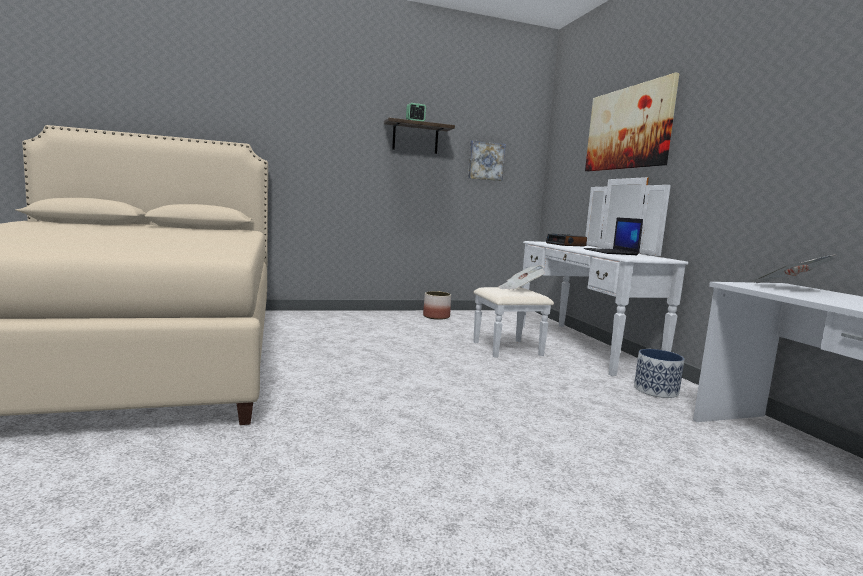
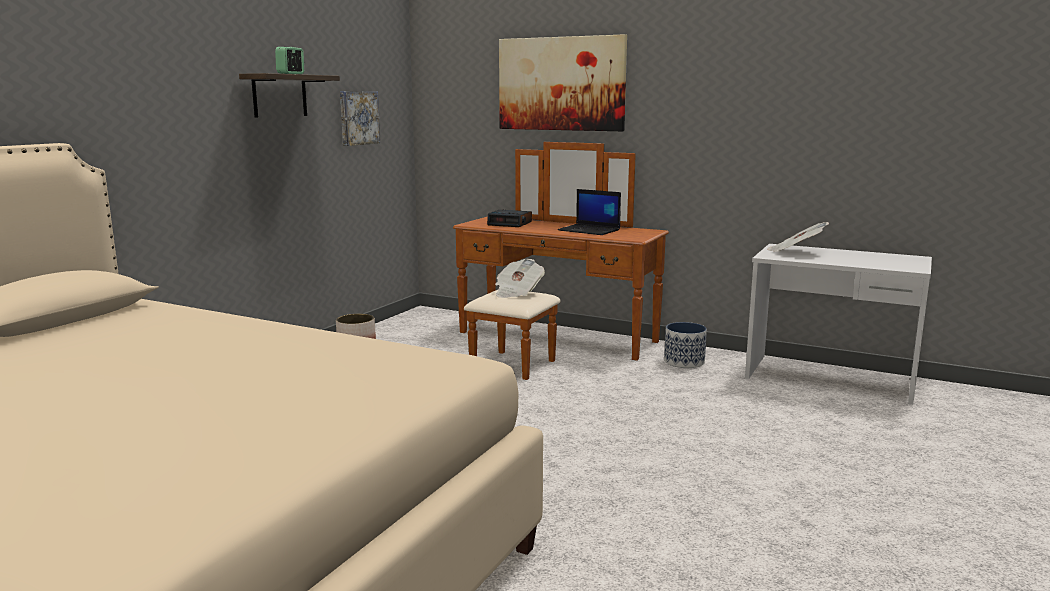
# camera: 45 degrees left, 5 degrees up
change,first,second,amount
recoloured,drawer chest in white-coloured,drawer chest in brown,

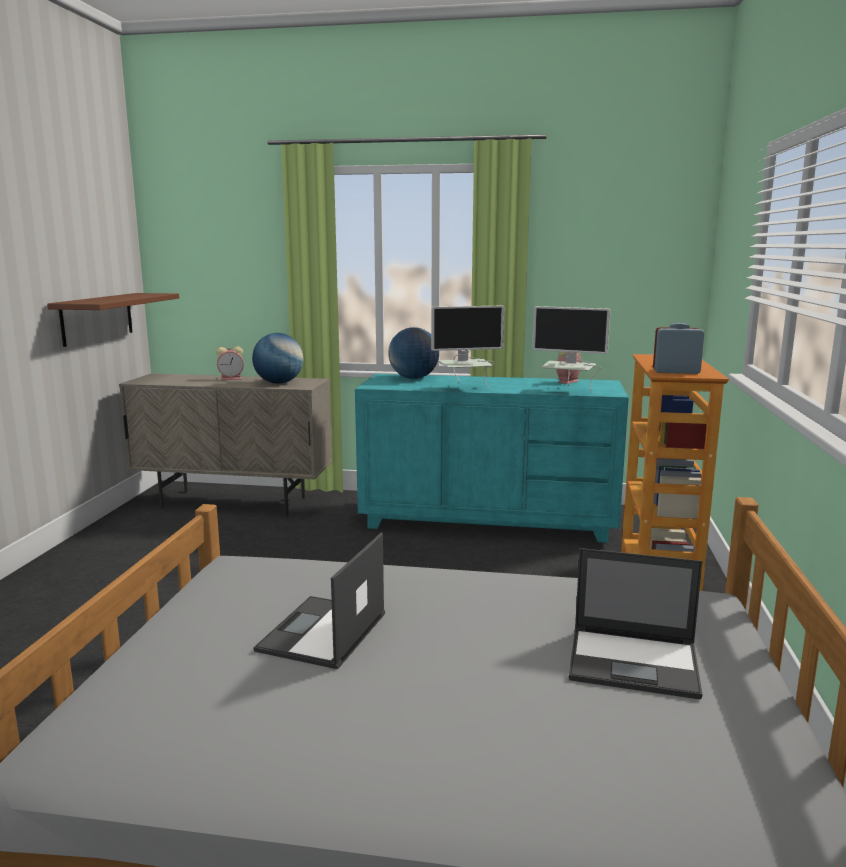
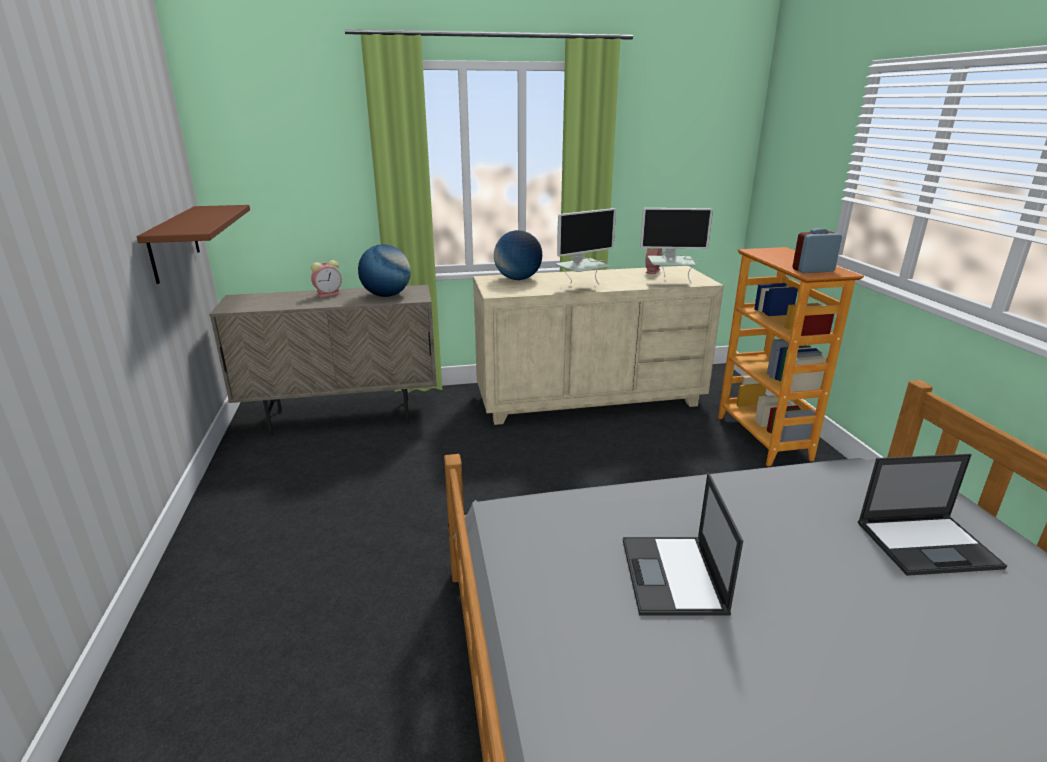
# camera: 20 degrees left, 10 degrees up
change,first,second,amount
recoloured,drawer chest in turquoise-coloured,drawer chest in sand-coloured,

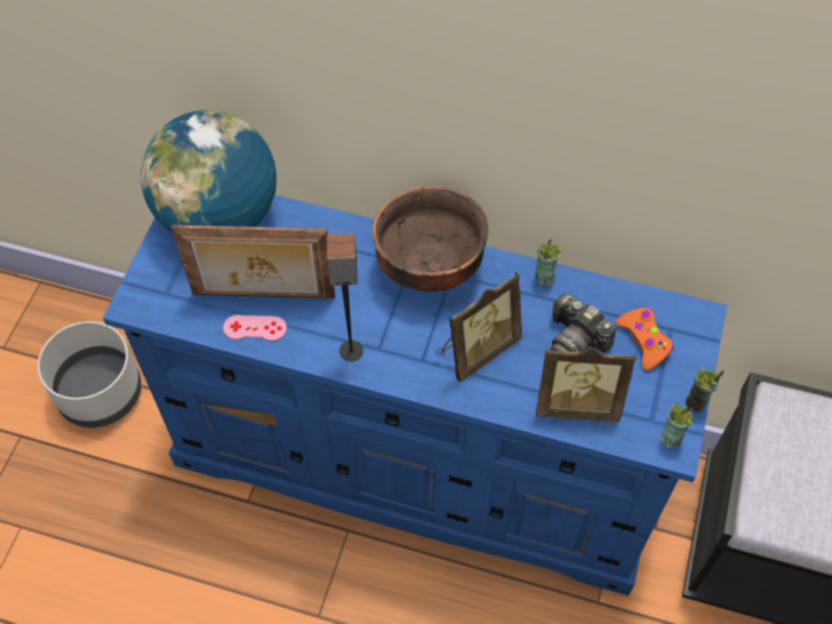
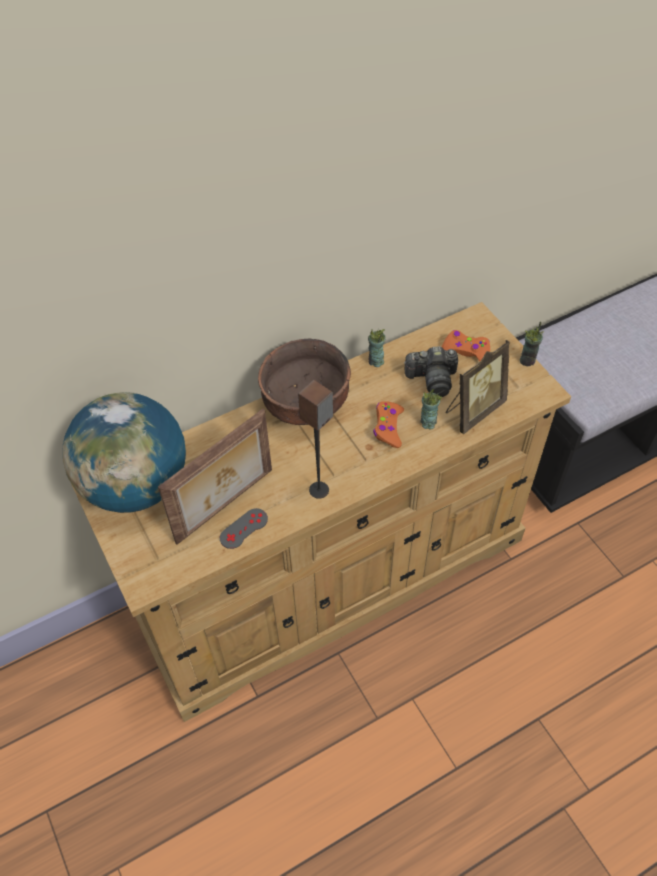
# camera: 45 degrees left, 5 degrees down
change,first,second,amount
recoloured,drawer chest in blue-coloured,drawer chest in sand-coloured,
replaced,picture frame (2nd from left),gamepad in orangey (1st from left),
recoloured,gamepad in pink,gamepad in grey,
removed,flower pot in grey,,
moved,small cup (2nd from left),,

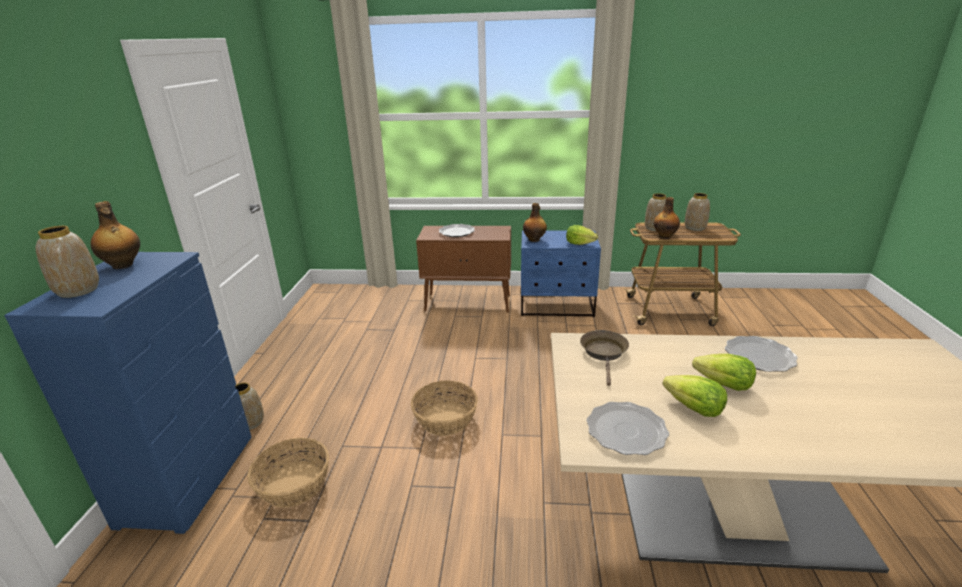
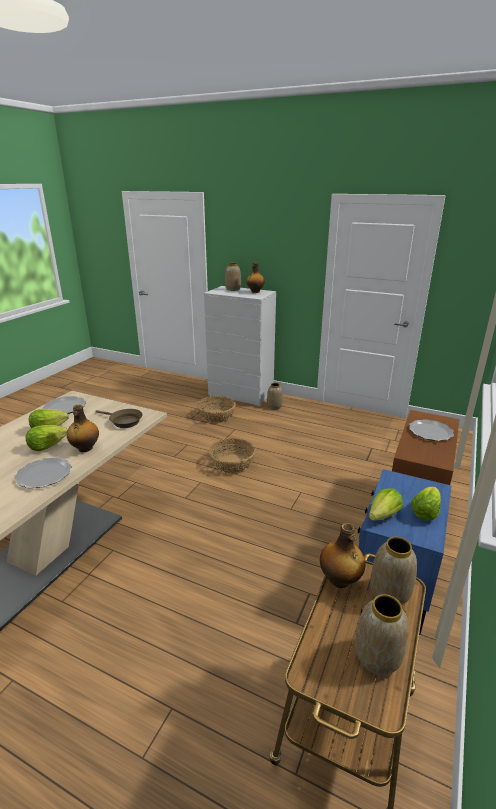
# camera: 110 degrees right, 0 degrees up
change,first,second,amount
moved,drink bottle (2nd from left in the first image),drink bottle (1st from left),
recoloured,drawer chest in blue-coloured,drawer chest in white-coloured,
added,,lettuce head (4th from left),

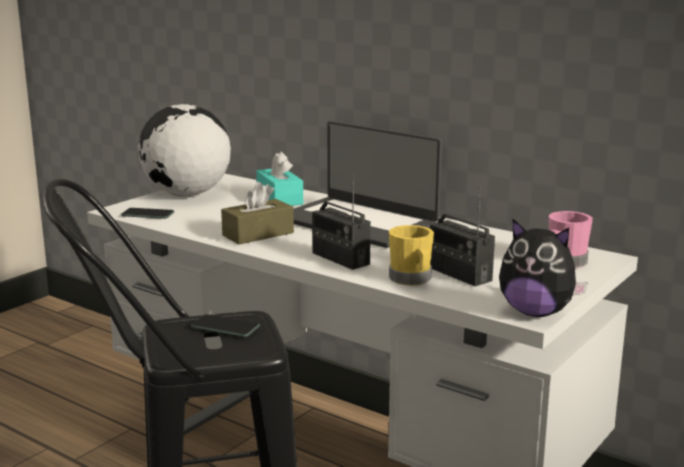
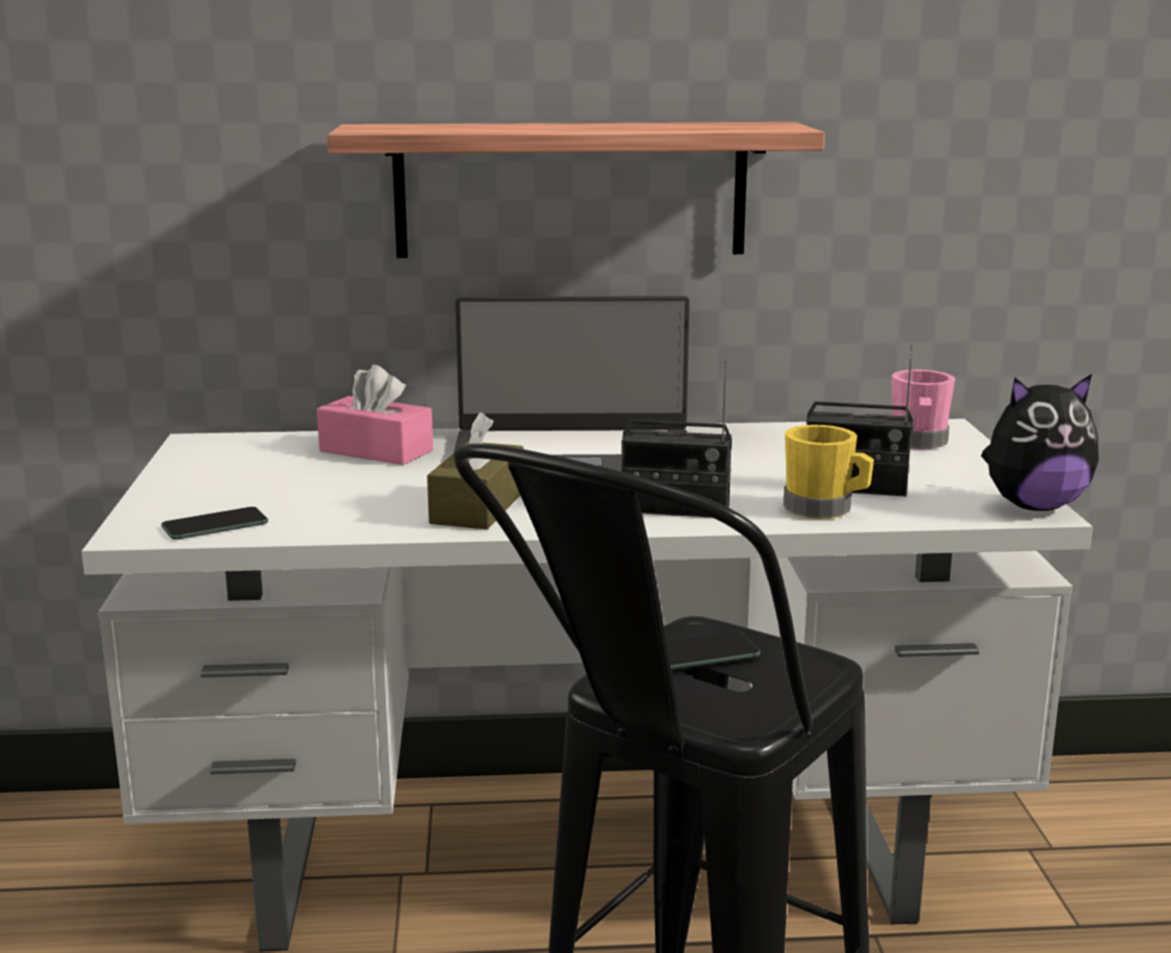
# camera: 40 degrees left, 0 degrees up
change,first,second,amount
removed,world globe,,
recoloured,box of tissues in turquoise-coloured,box of tissues in pink,
added,,bracket shelf,

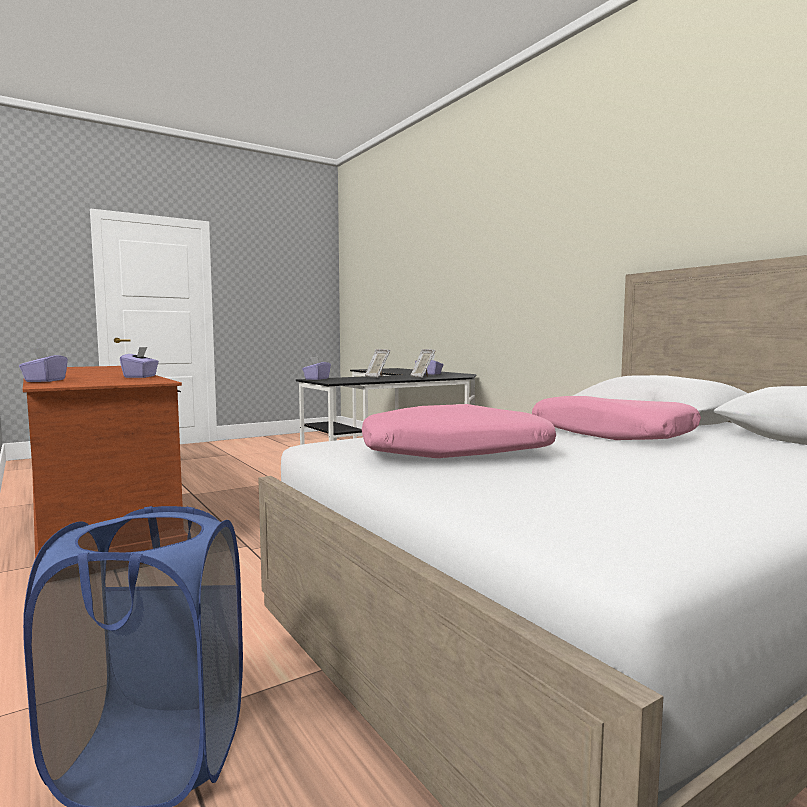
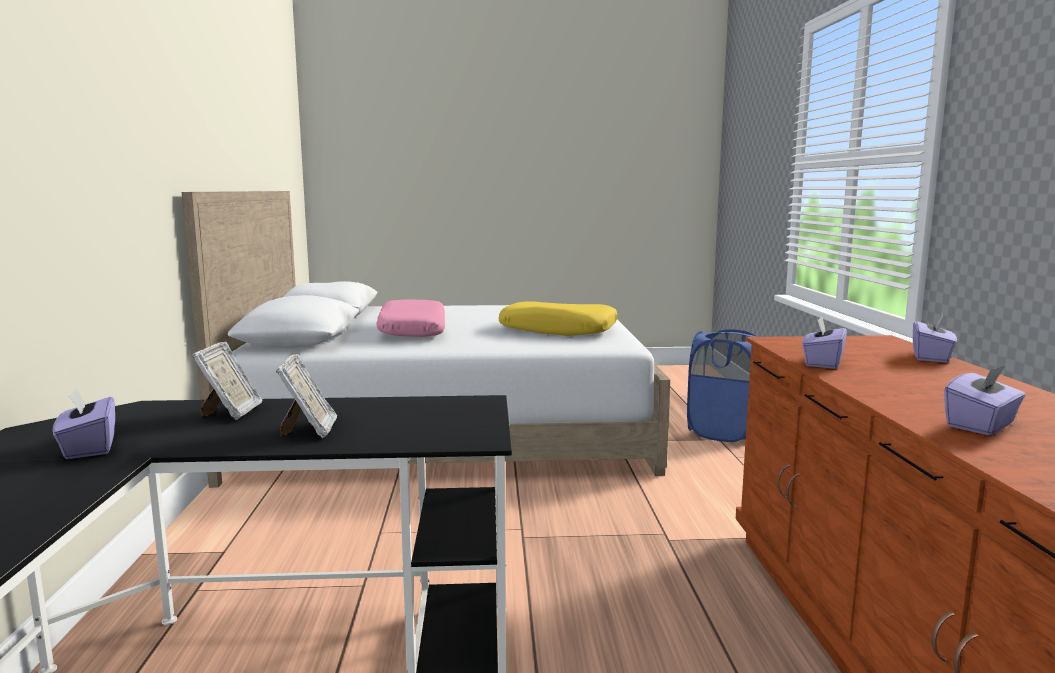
# camera: 150 degrees left, 5 degrees up
change,first,second,amount
moved,box of tissues in purple (3rd from left in the first image),box of tissues in purple (4th from left),
recoloured,pillow in pink (1st from left),pillow in yellowish,

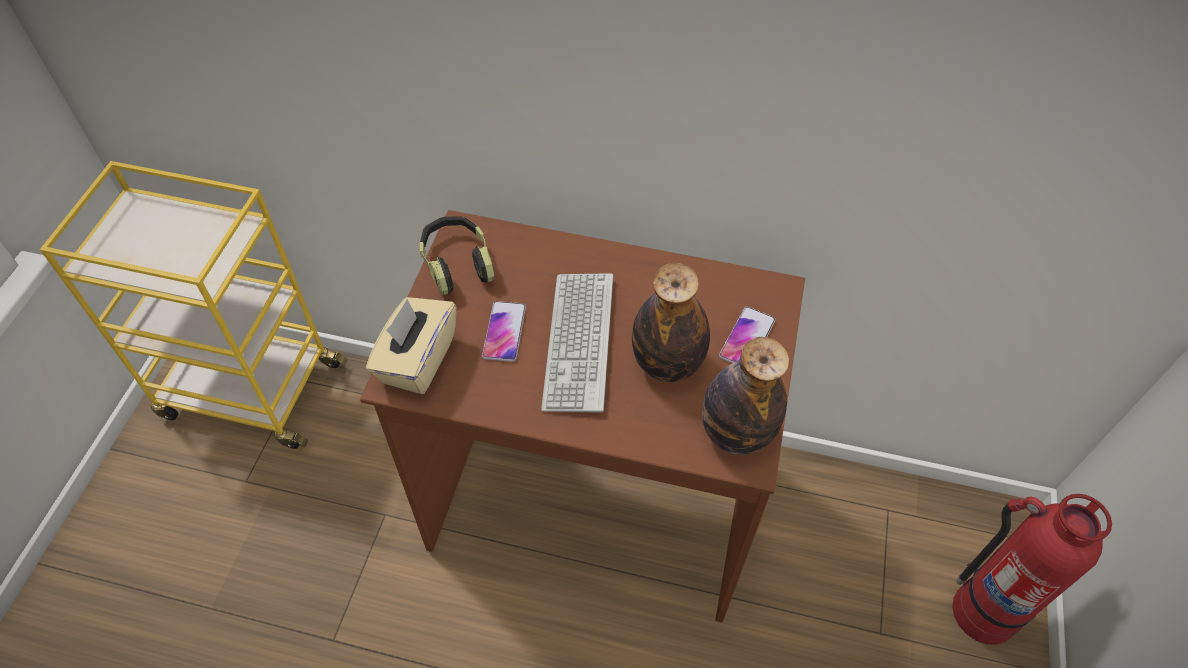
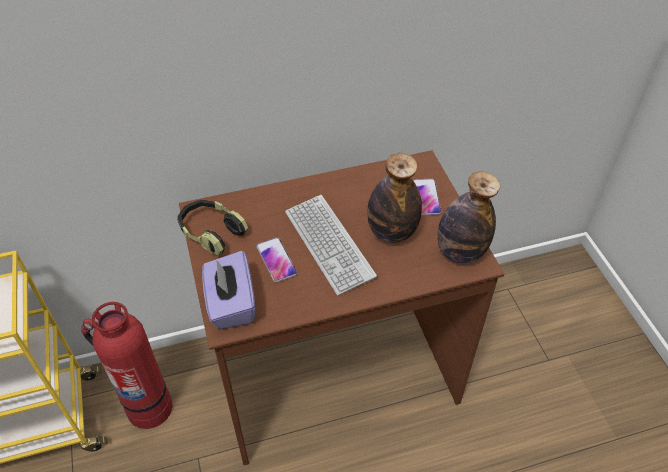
# camera: 30 degrees left, 5 degrees down
change,first,second,amount
recoloured,box of tissues in sand-coloured,box of tissues in purple,
moved,extinguisher,,

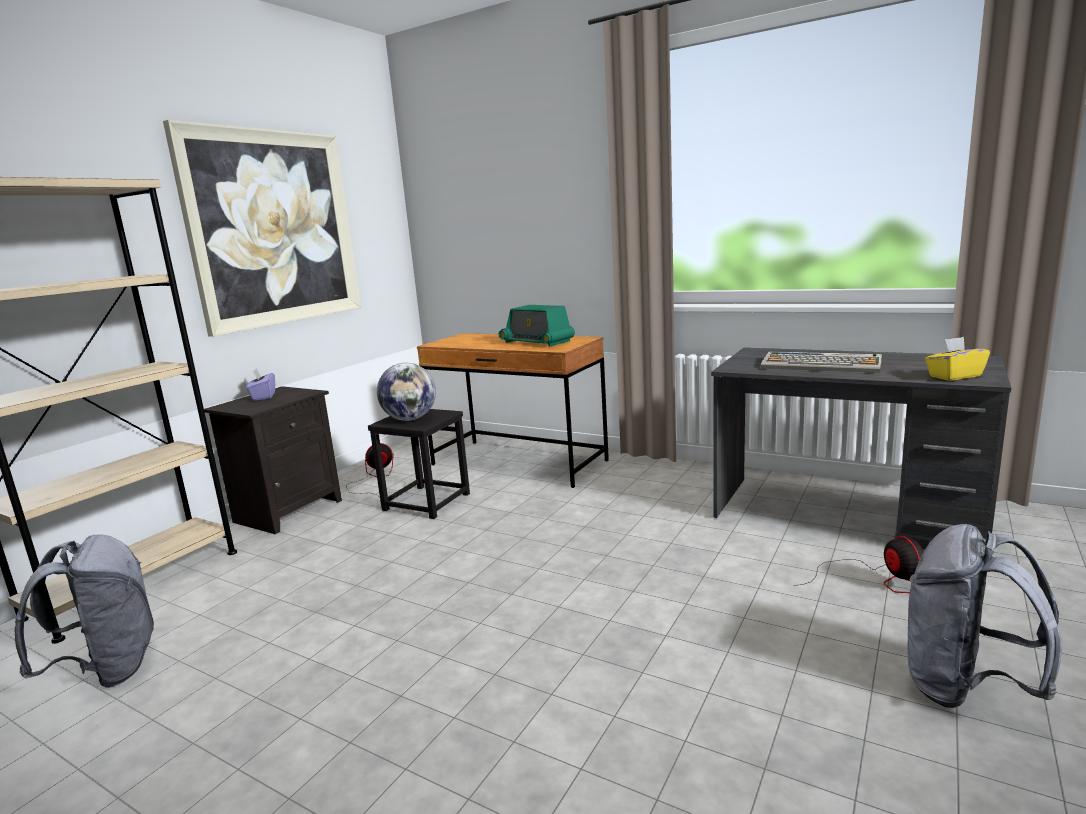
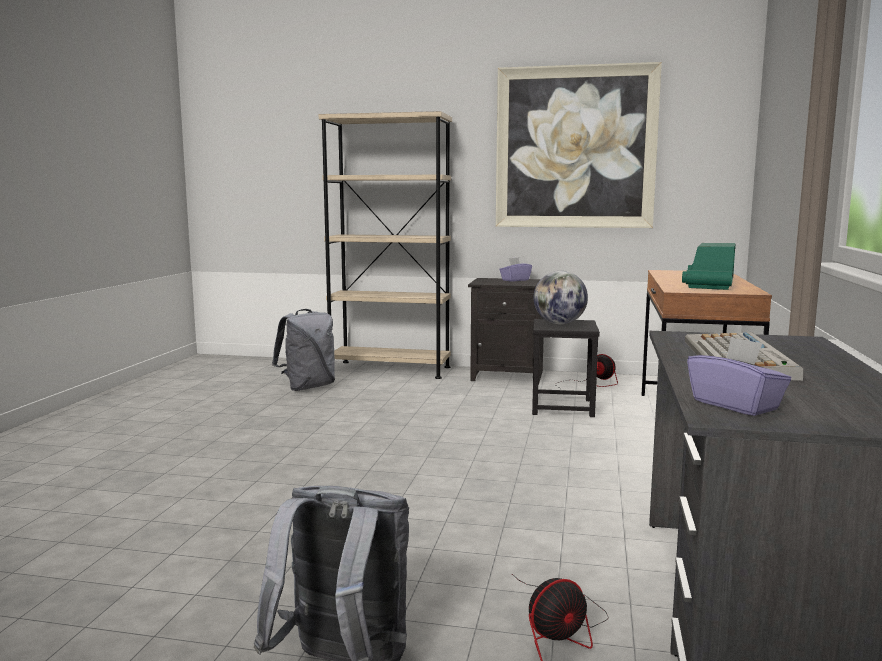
# camera: 70 degrees right, 5 degrees down
change,first,second,amount
recoloured,box of tissues in yellowish,box of tissues in purple (2nd from left),

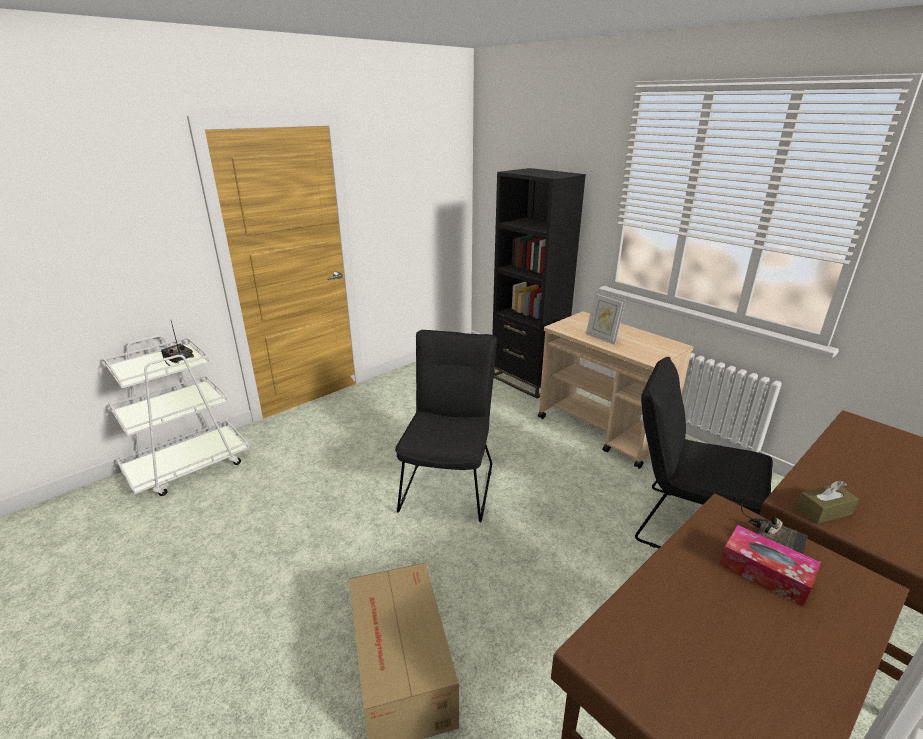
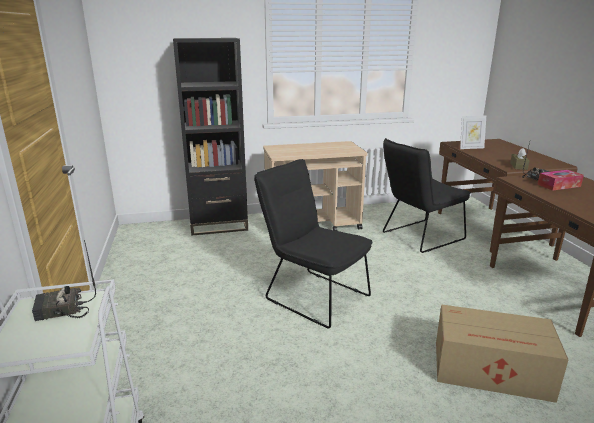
# camera: 60 degrees left, 5 degrees down
change,first,second,amount
moved,picture frame,,

